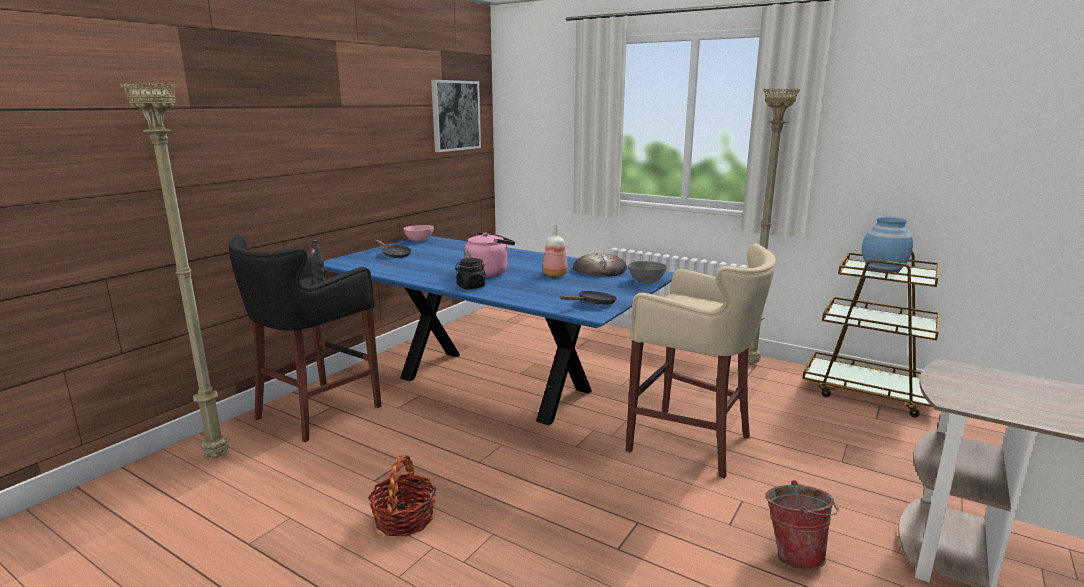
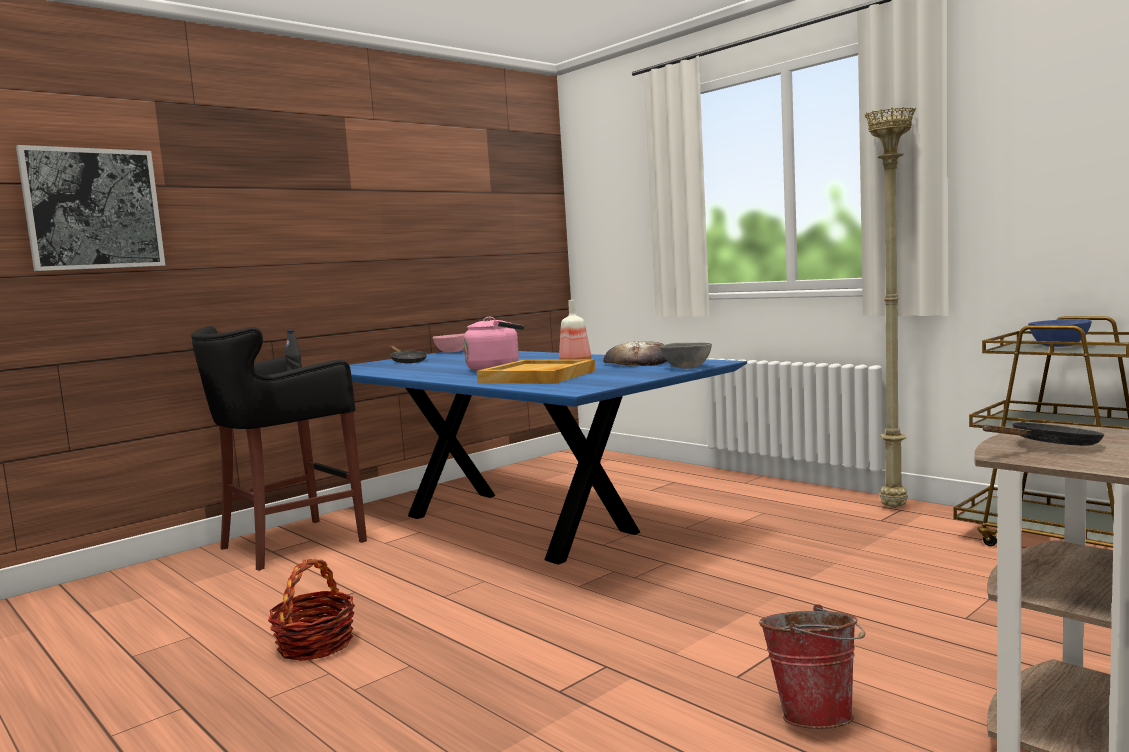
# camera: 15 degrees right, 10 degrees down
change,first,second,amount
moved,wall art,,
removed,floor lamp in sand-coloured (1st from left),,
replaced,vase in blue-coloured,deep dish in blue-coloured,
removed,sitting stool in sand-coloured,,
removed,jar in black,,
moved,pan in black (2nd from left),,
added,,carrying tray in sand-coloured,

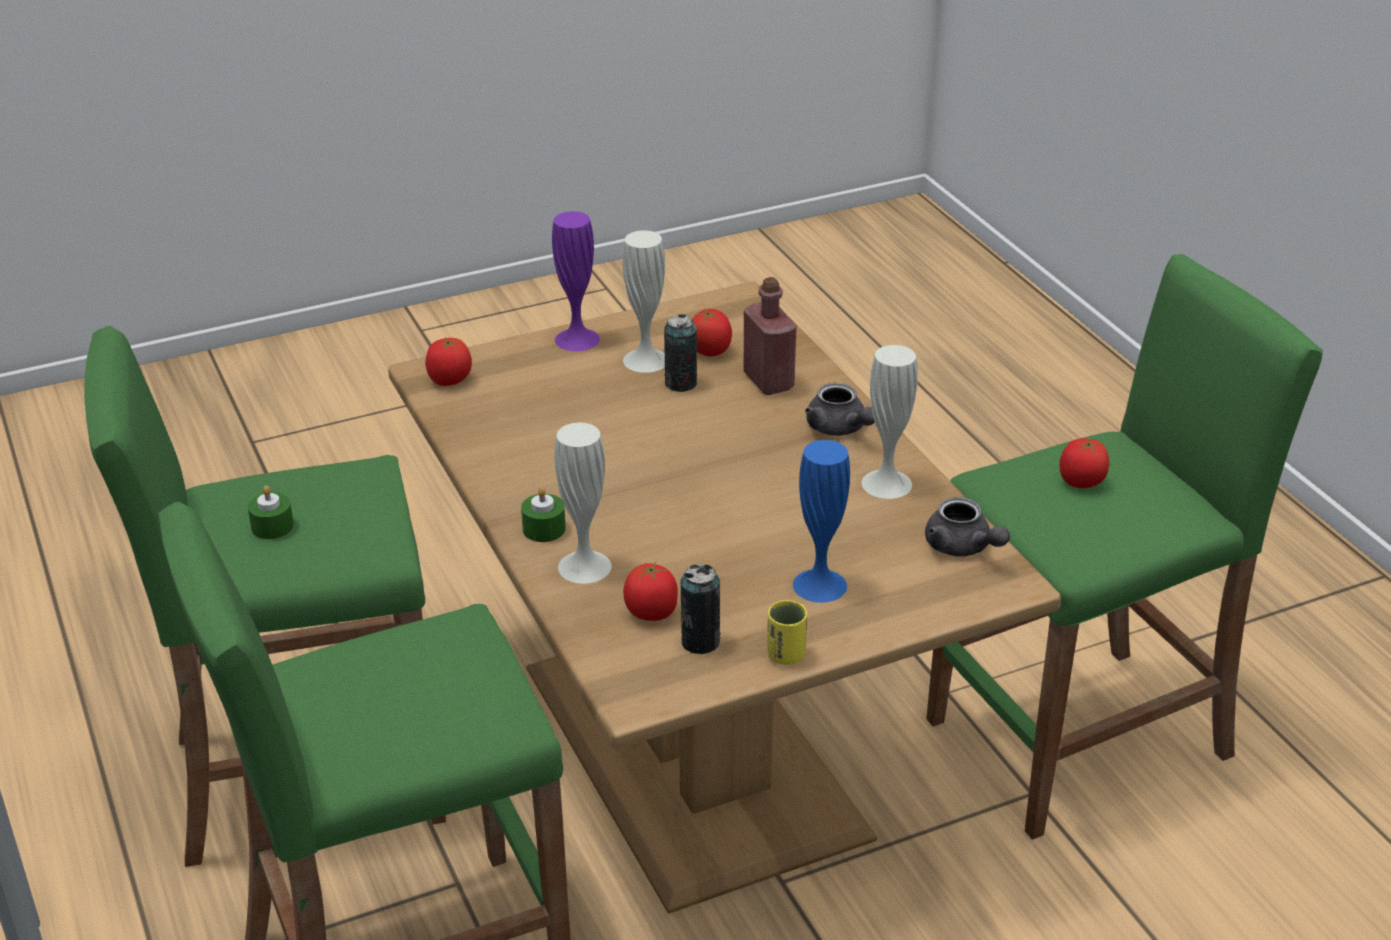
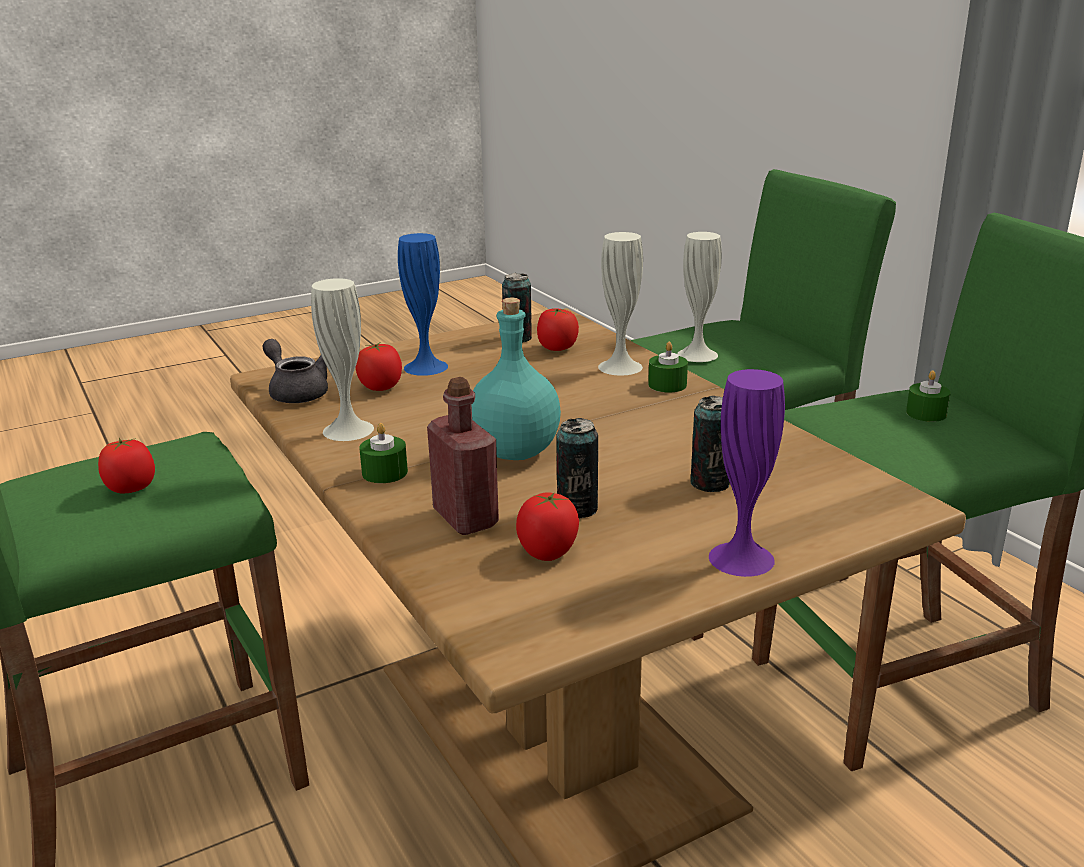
# camera: 175 degrees right, 10 degrees down
change,first,second,amount
moved,vase in white-coloured (2nd from left in the first image),vase in white-coloured (3rd from left),
moved,whole tomato (1st from left in the first image),whole tomato (2nd from left),
replaced,tea pot in grey (1st from left),candle in green (1st from left),
removed,small cup in yellowish,,
added,,drink bottle in turquoise-coloured,
added,,can (3rd from left),

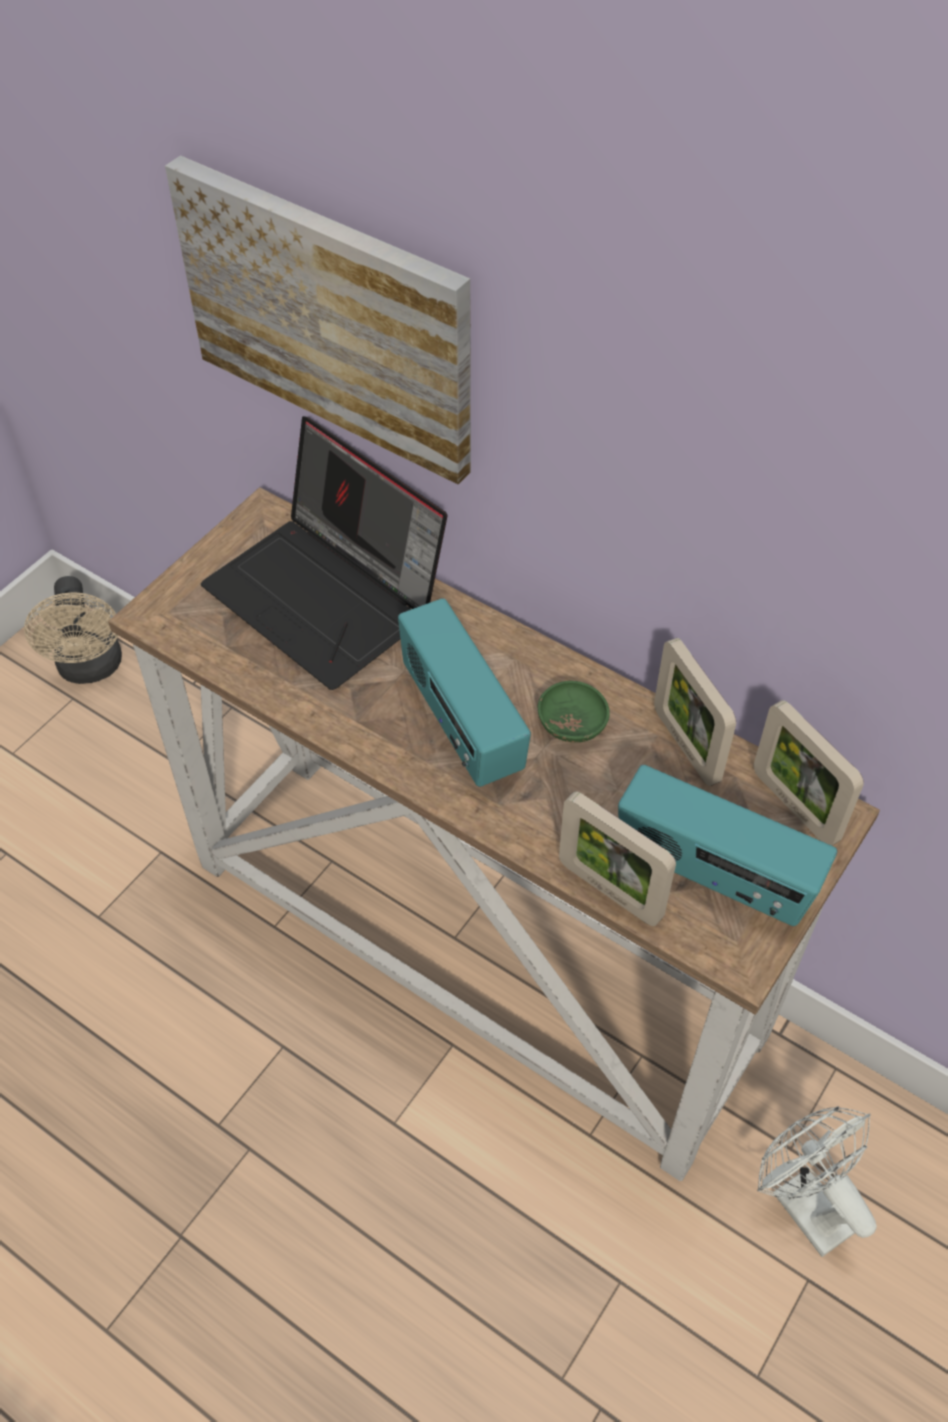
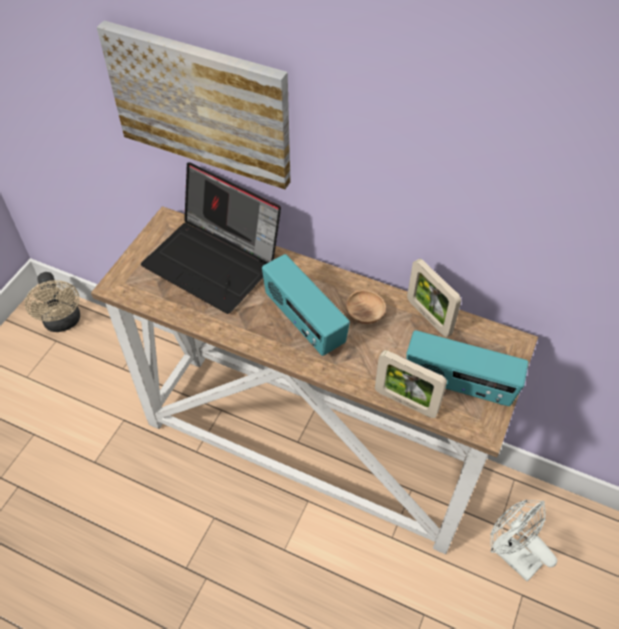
# camera: 10 degrees left, 0 degrees up
change,first,second,amount
recoloured,deep dish in green,deep dish in brown,
removed,picture frame (3rd from left),,

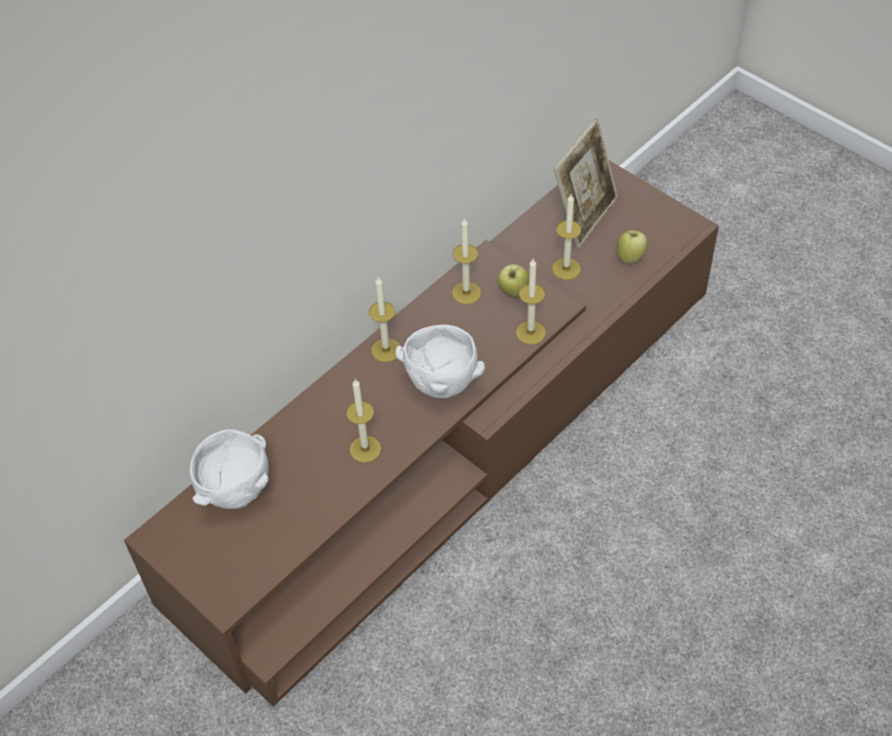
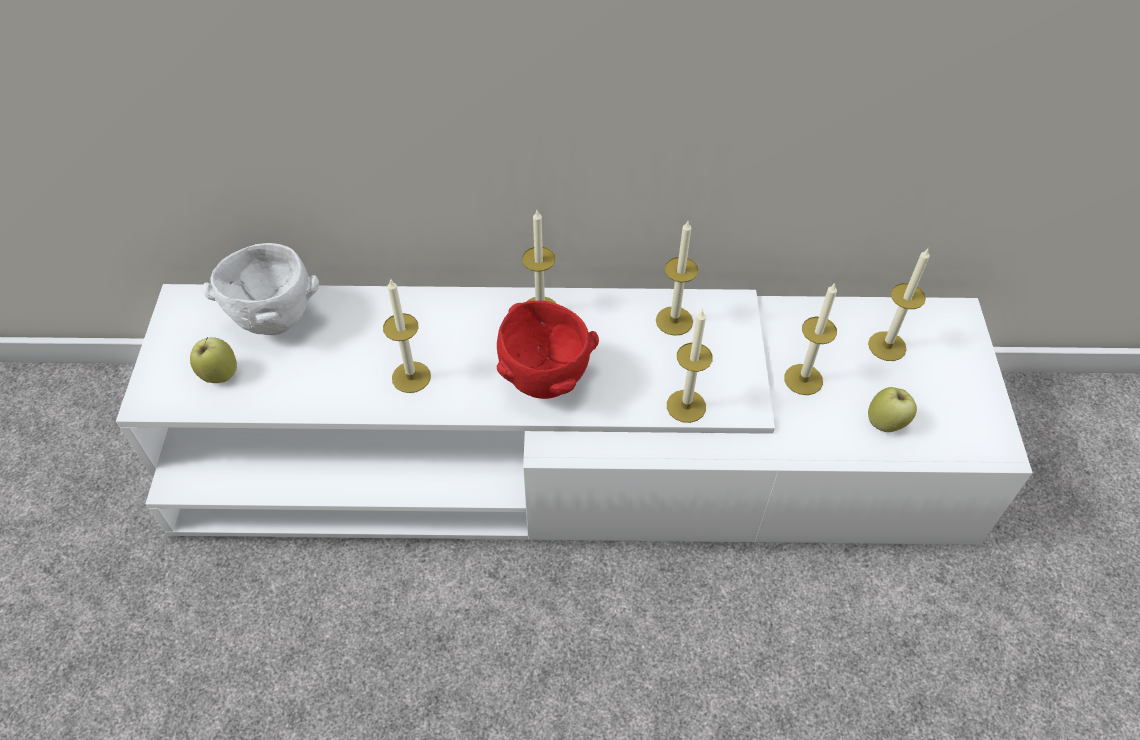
# camera: 45 degrees right, 0 degrees up
change,first,second,amount
replaced,picture frame,candle (6th from left),
recoloured,media console in brown,media console in white-coloured,
moved,apple (1st from left),,
recoloured,deep dish in white-coloured (2nd from left),deep dish in reddish,

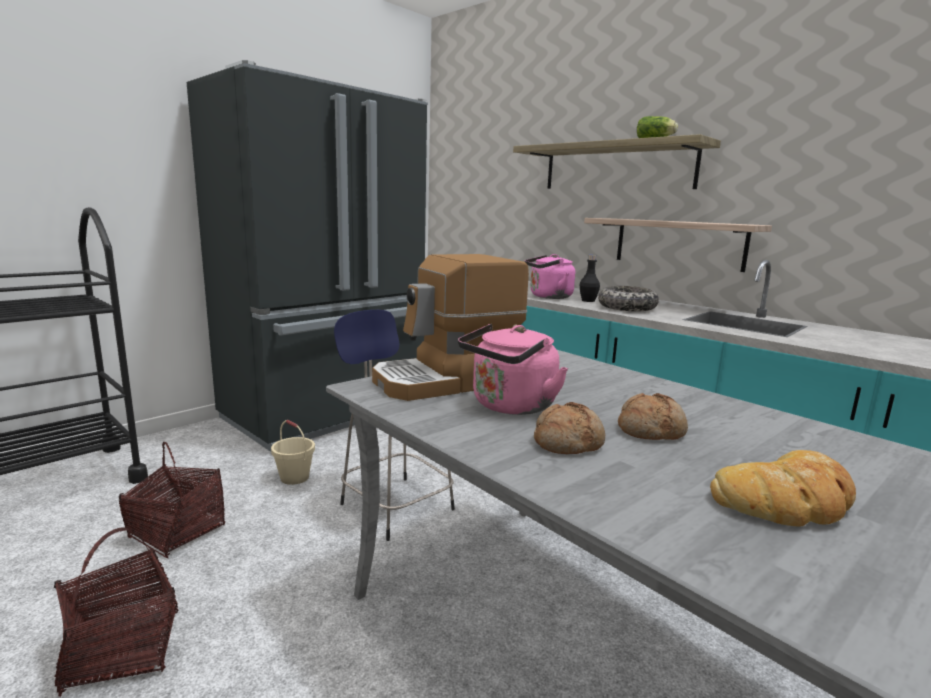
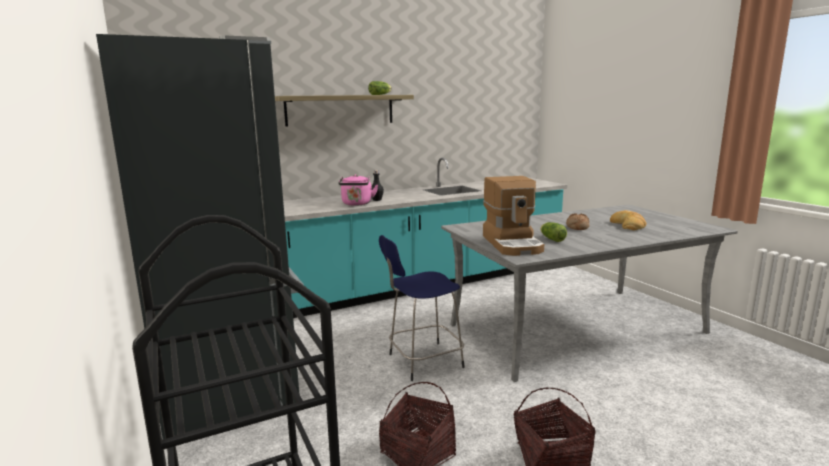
# camera: 70 degrees left, 0 degrees up
change,first,second,amount
removed,bracket shelf (2nd from left),,
removed,deep dish,,
replaced,tea kettle in pink (1st from left),lettuce head (2nd from left),
removed,baked bread (1st from left),,
removed,water bucket in sand-coloured,,

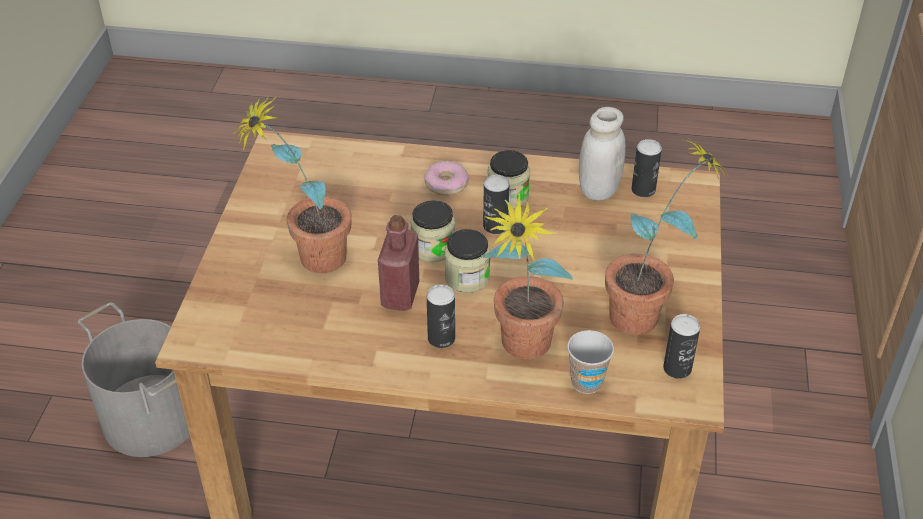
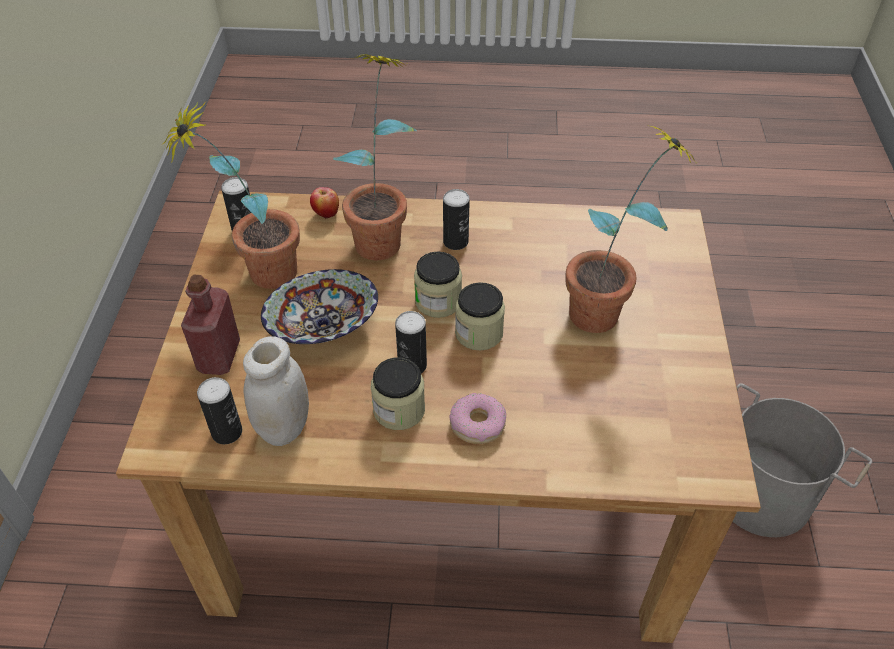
# camera: 175 degrees right, 5 degrees up
change,first,second,amount
moved,drink bottle in reddish,,
replaced,small cup,apple,
added,,deep dish,

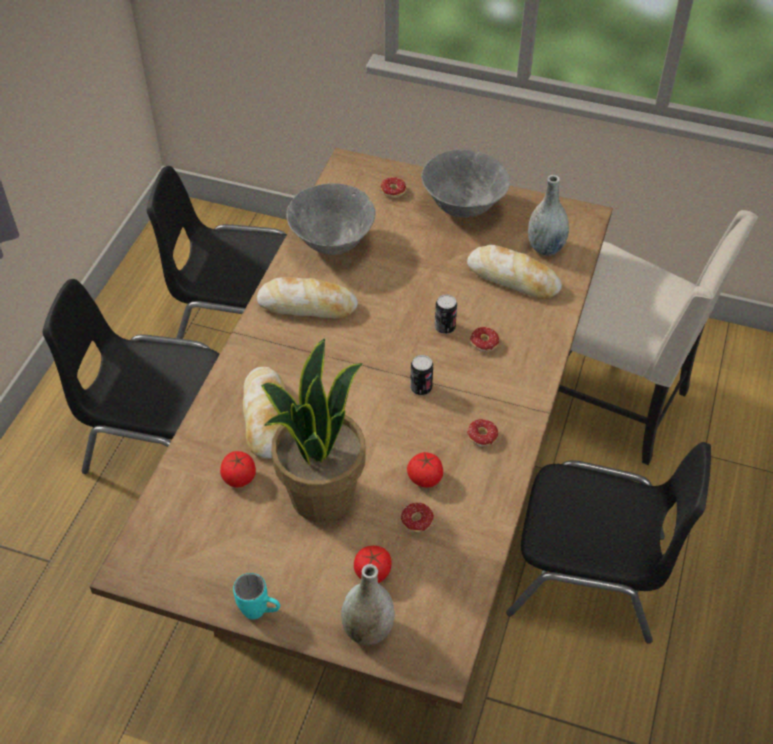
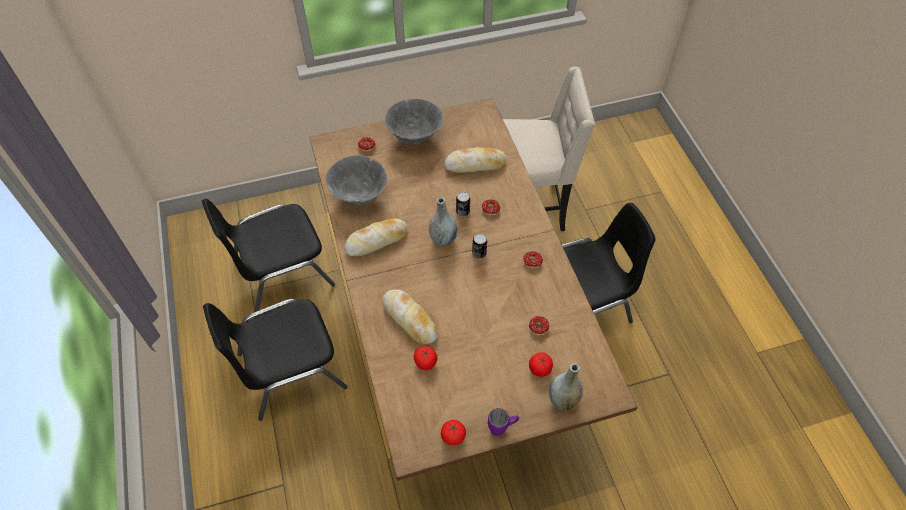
# camera: 35 degrees left, 5 degrees up
change,first,second,amount
moved,vase in grey (2nd from left in the first image),vase in grey (1st from left),
removed,plant in a pot,,
moved,whole tomato (3rd from left in the first image),whole tomato (2nd from left),
recoloured,coffee mug in turquoise-coloured,coffee mug in purple,

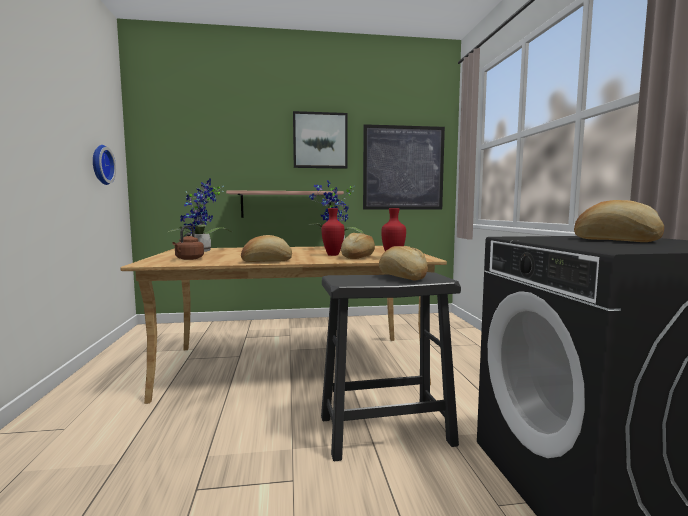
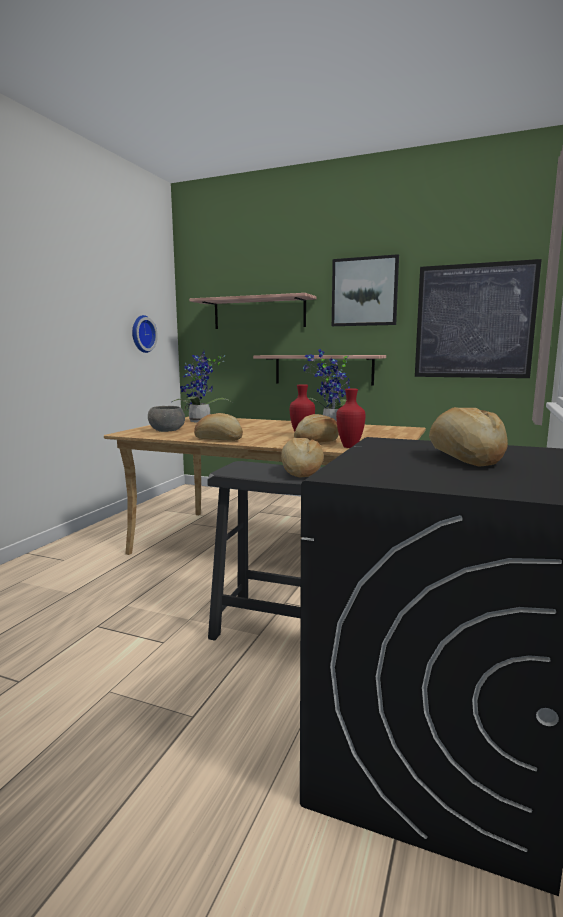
# camera: 30 degrees right, 5 degrees up
change,first,second,amount
replaced,tea kettle in brown,deep dish in grey,
added,,bracket shelf (1st from left),

